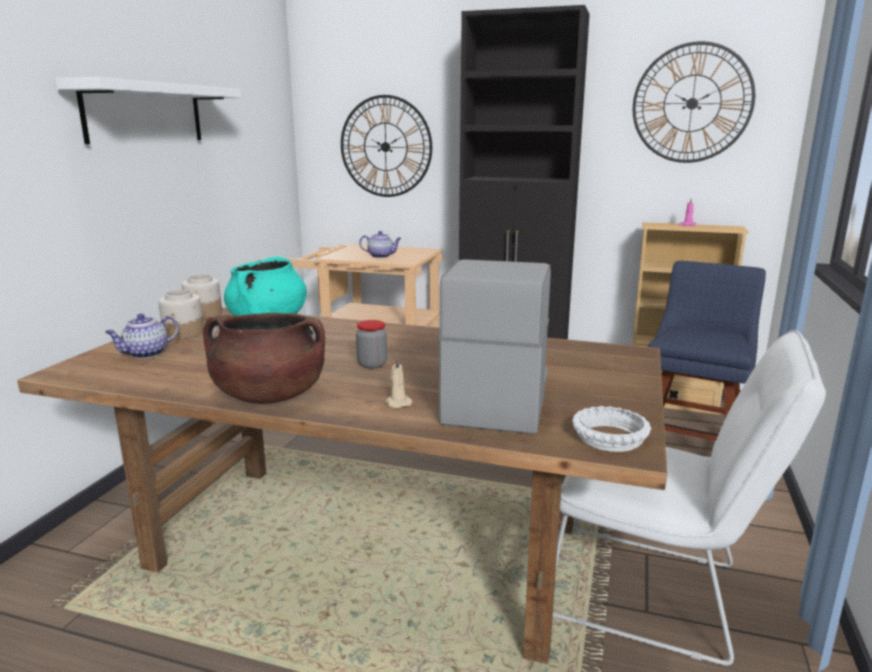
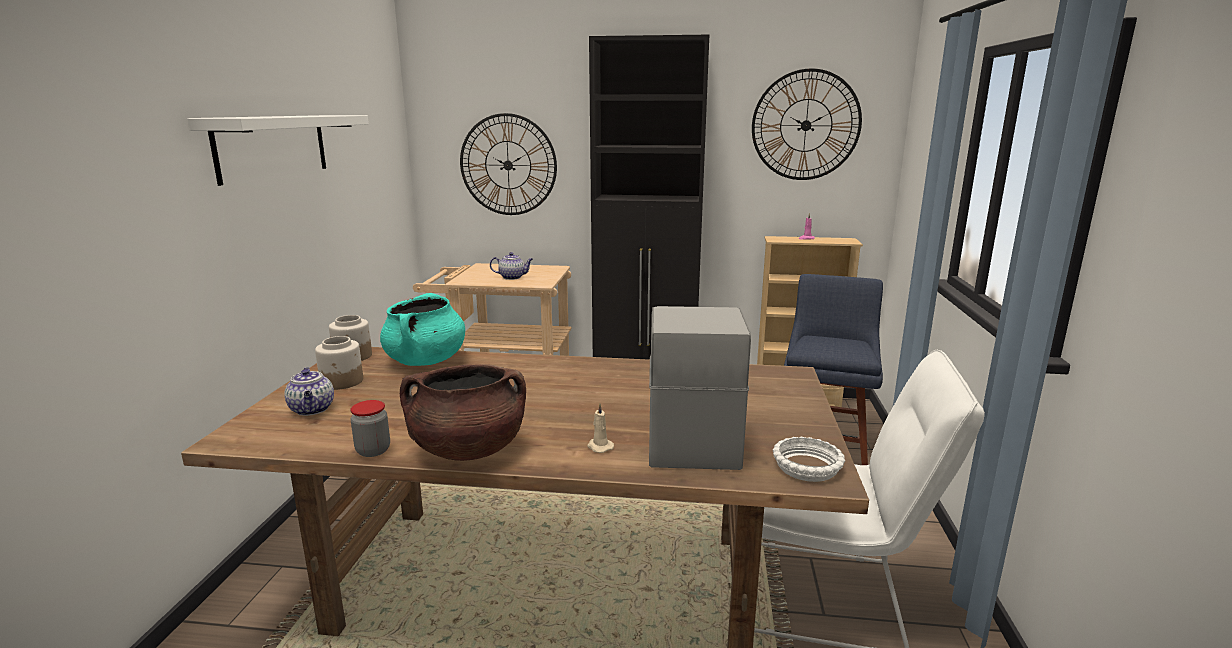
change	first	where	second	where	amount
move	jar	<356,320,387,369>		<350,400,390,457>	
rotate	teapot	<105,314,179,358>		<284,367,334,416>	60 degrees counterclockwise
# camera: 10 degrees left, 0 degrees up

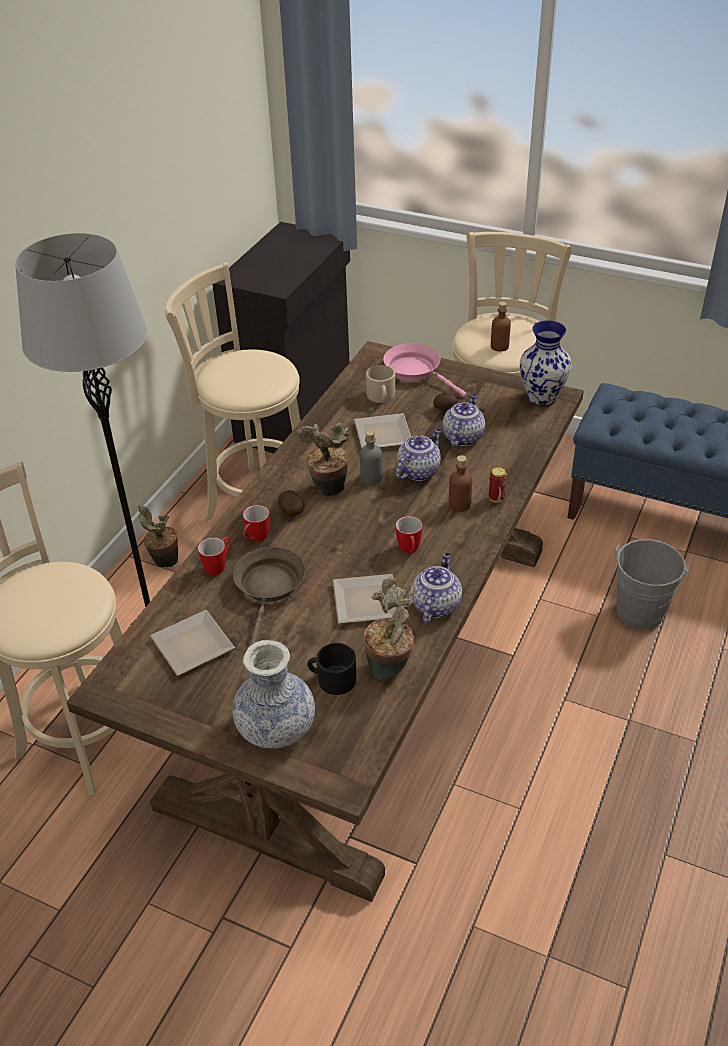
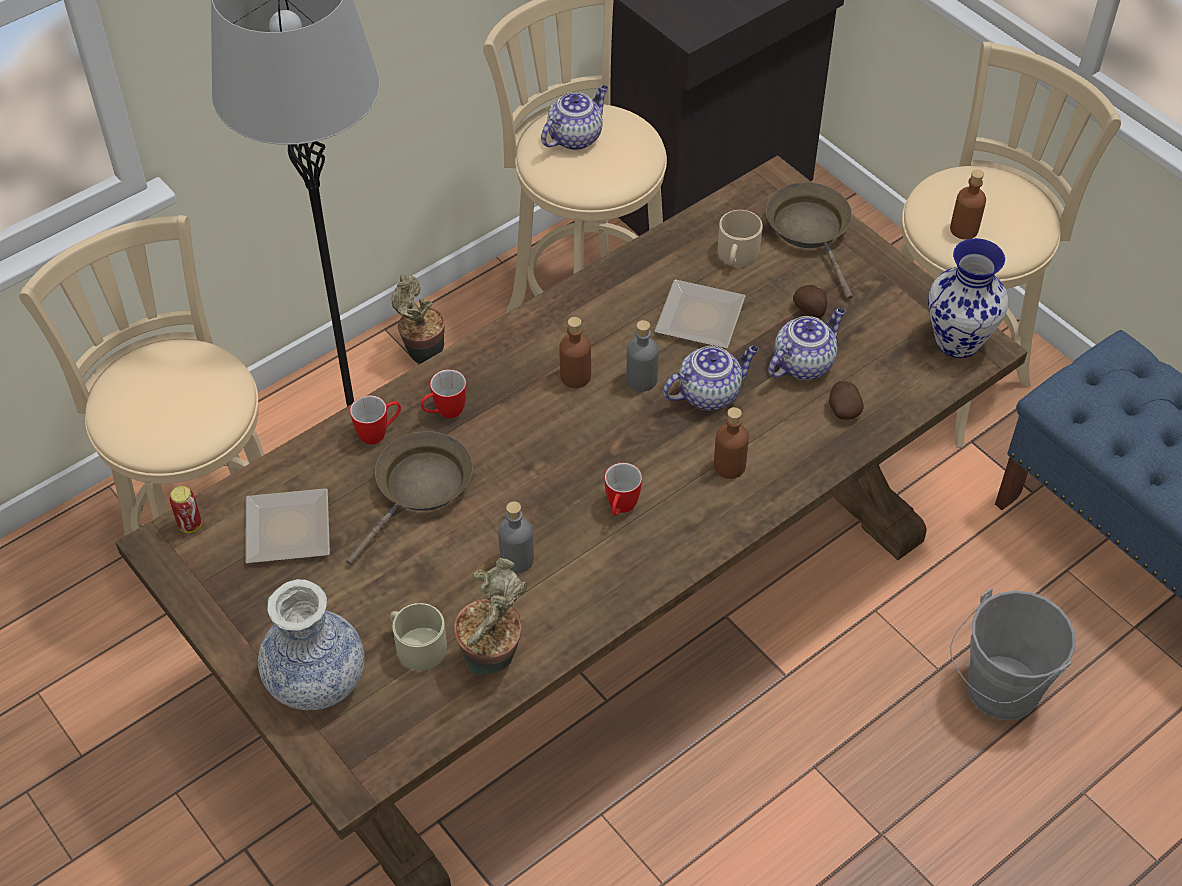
change	first	where	second	where	amount
move	potato	<278,490,305,516>		<829,381,864,420>	
move	teapot	<412,553,462,623>		<541,85,608,150>	
move	can	<489,467,507,503>		<169,486,202,533>	
replace	potted plant	<296,423,350,496>	bottle (brown)	<559,317,591,388>	
replace	plate	<333,574,397,624>	bottle (grey)	<498,501,534,573>	
recolor	mug (black)	<307,643,356,695>	mug (beige)	<390,603,447,670>	
recolor	frying pan (pink)	<383,343,467,397>	frying pan (brown)	<766,182,853,300>	
# camera: 25 degrees right, 10 degrees up

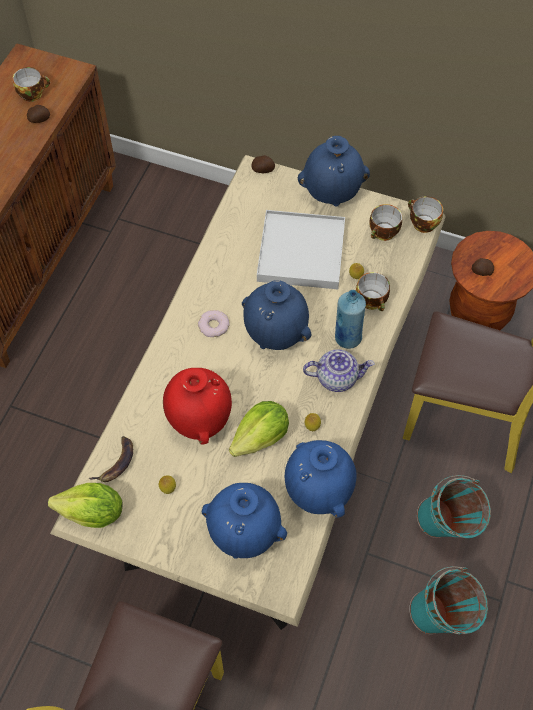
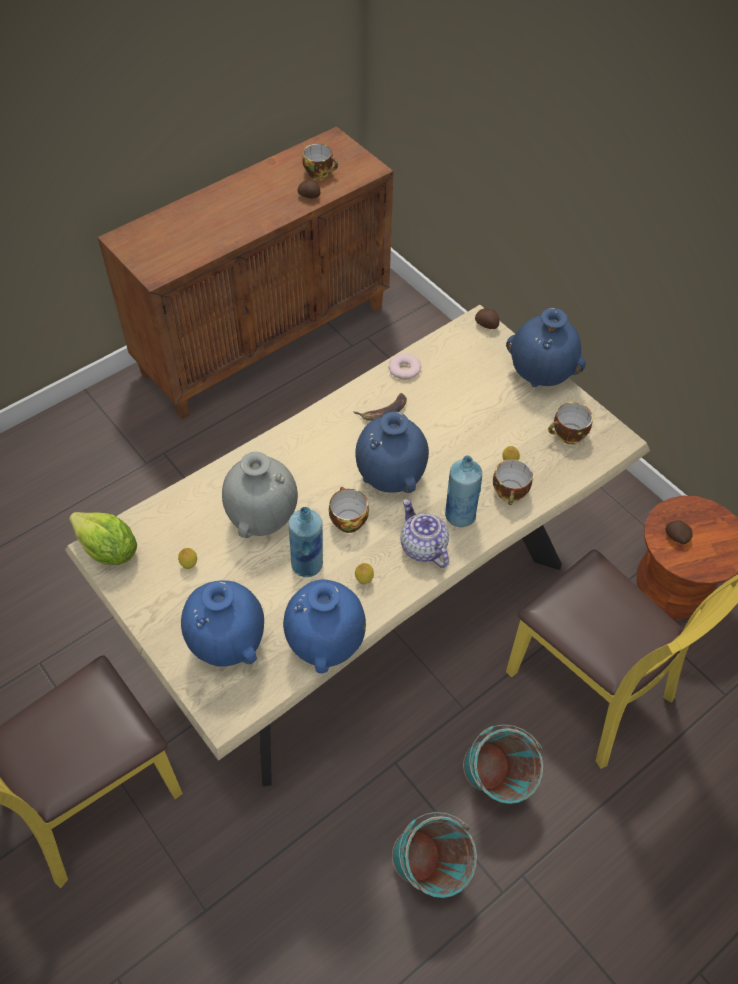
change	first	where	second	where	amount
delete	tray (white)	<257,210,345,289>			
move	banana	<89,436,133,482>		<353,393,407,421>	
move	donut	<198,310,230,337>		<388,354,421,379>	
move	cup	<408,196,443,233>		<329,487,369,533>	
replace	lettuce	<229,401,289,457>	bottle (blue)	<289,507,323,577>	
recolor	vase (red)	<163,368,232,445>	vase (grey)	<222,452,298,538>	
rotate	teapot	<303,349,374,392>		<400,499,449,568>	150 degrees counterclockwise
# camera: 30 degrees right, 5 degrees down

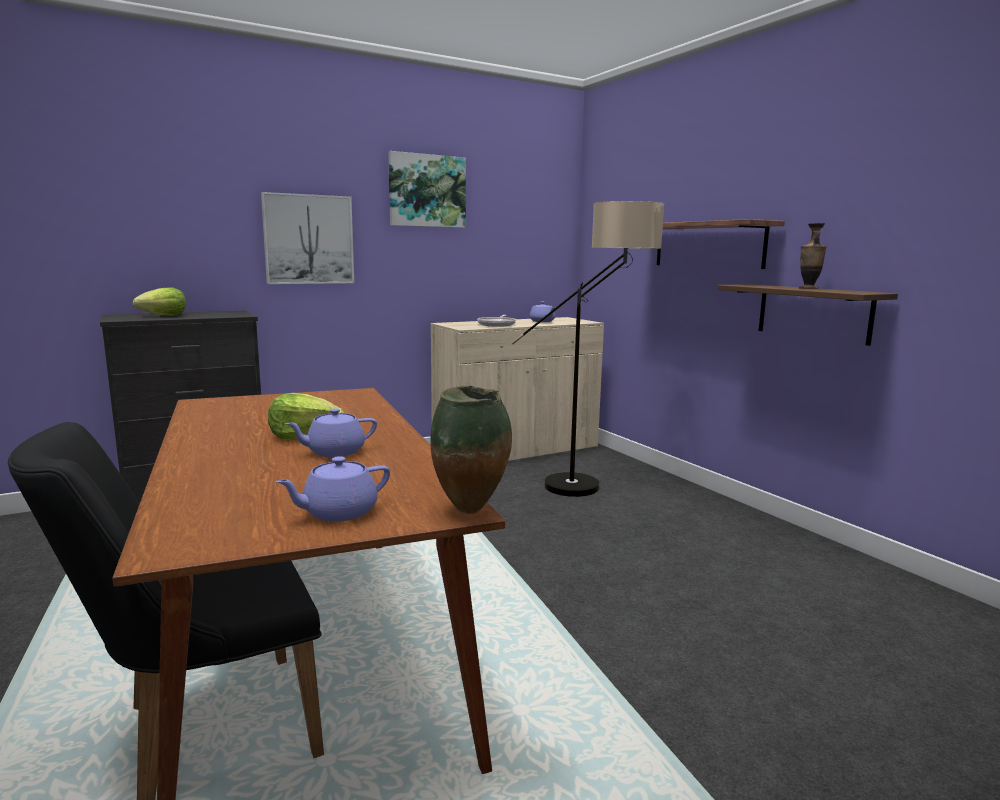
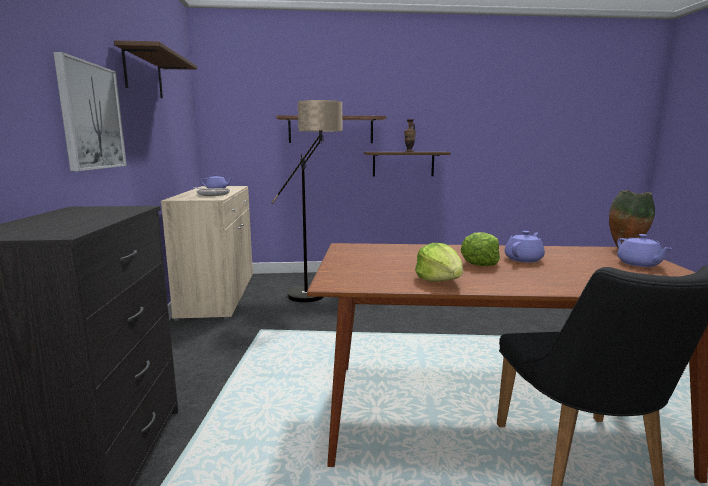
change	first	where	second	where	amount
move	lettuce	<133,287,186,316>		<415,243,463,282>	
replace	picture	<388,151,466,228>	shelf (brown)	<114,41,197,98>	
rotate	teapot (purple)	<285,408,377,457>		<505,231,545,263>	135 degrees counterclockwise
# camera: 65 degrees left, 0 degrees up

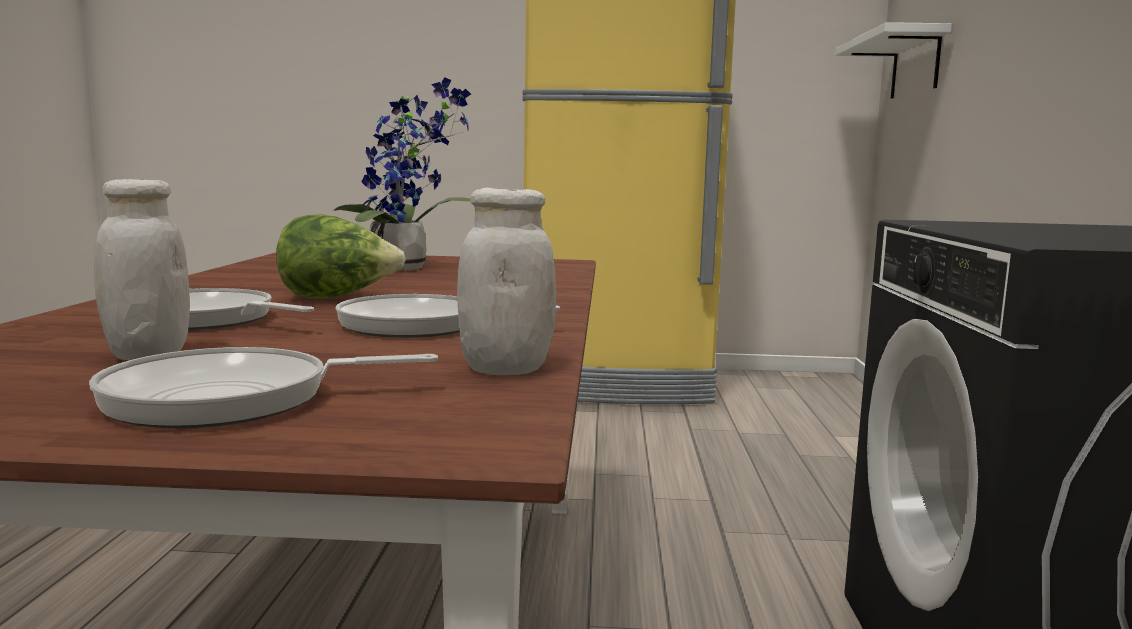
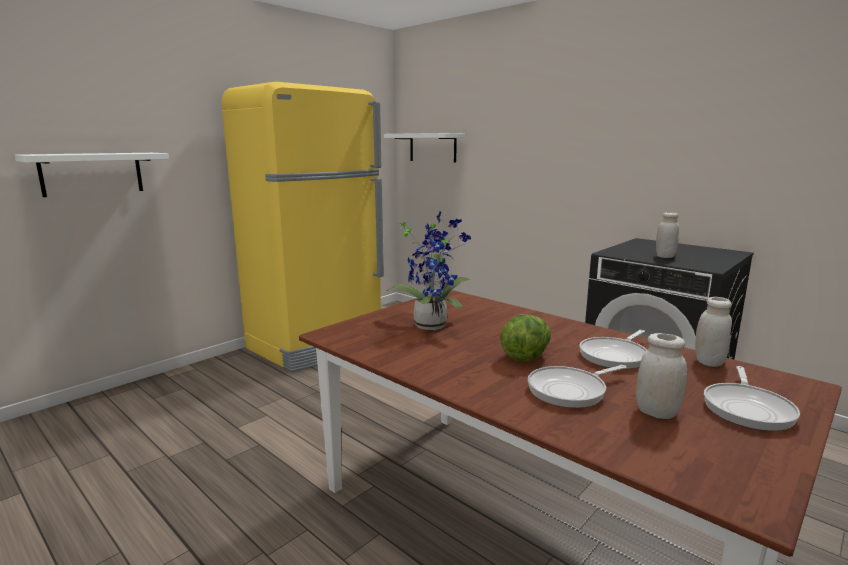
change	first	where	second	where	amount
insert			shelf (white)	<15,153,169,197>	
insert			jar (white)	<656,212,679,258>	
# camera: 50 degrees left, 5 degrees up

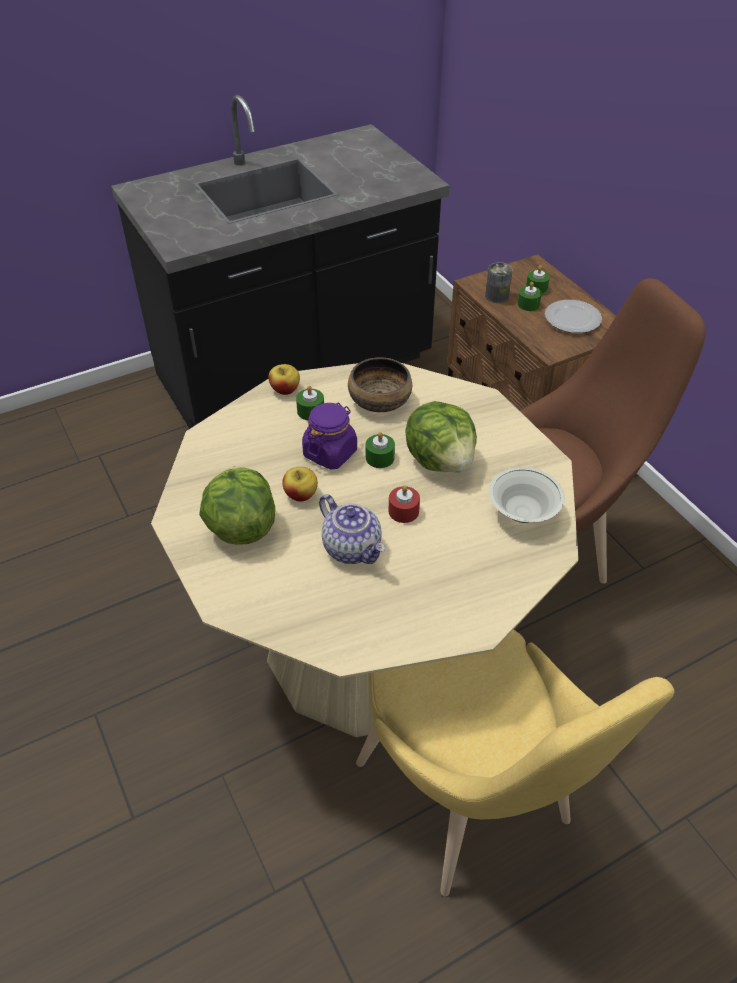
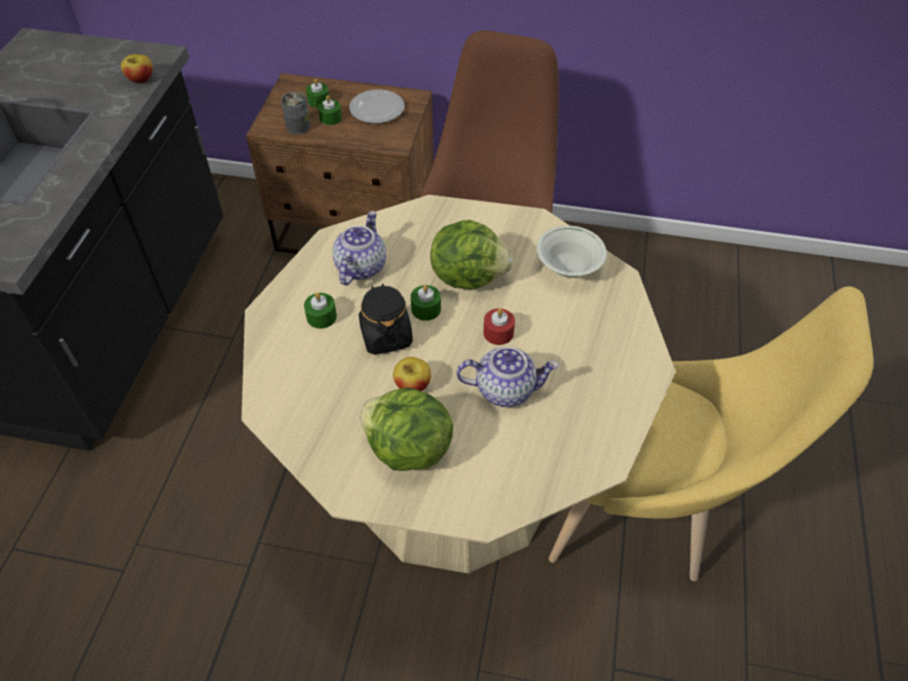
change	first	where	second	where	amount
move	apple	<269,364,300,395>		<121,54,153,83>	
replace	bowl	<348,358,412,412>	teapot	<332,211,386,285>	
recolor	jar (purple)	<302,403,357,470>	jar (black)	<359,283,413,355>	
# camera: 50 degrees left, 5 degrees up

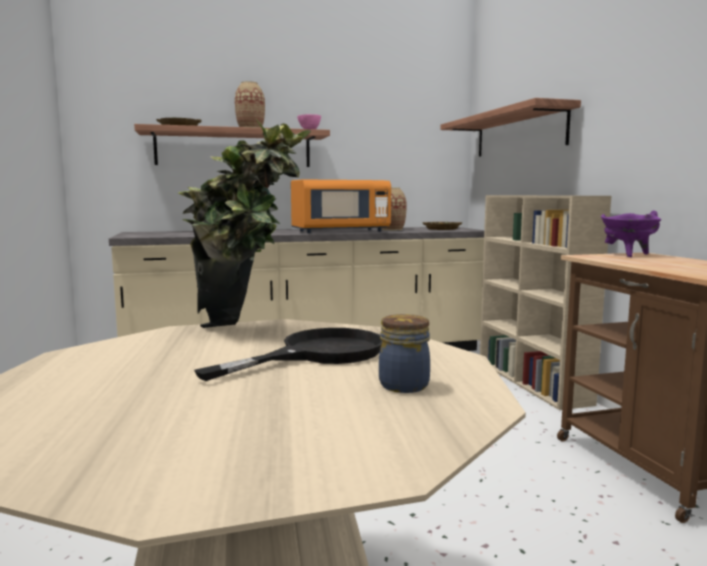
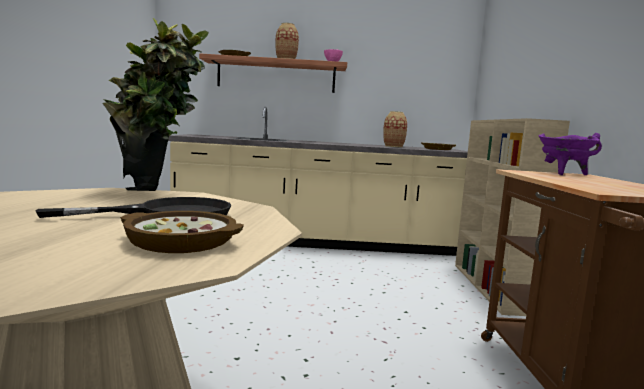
change	first	where	second	where	amount
delete	microwave (orange)	<291,179,391,233>			
delete	shelf	<440,98,581,157>			
replace	jar	<379,314,430,393>	bowl	<120,211,244,253>	
# camera: 15 degrees right, 0 degrees up

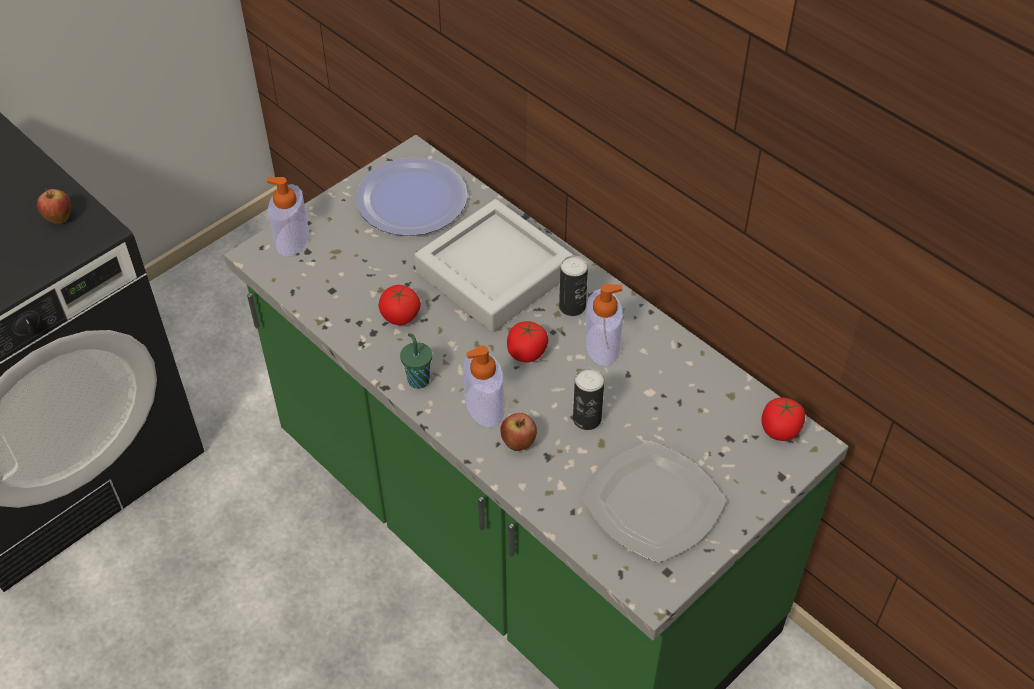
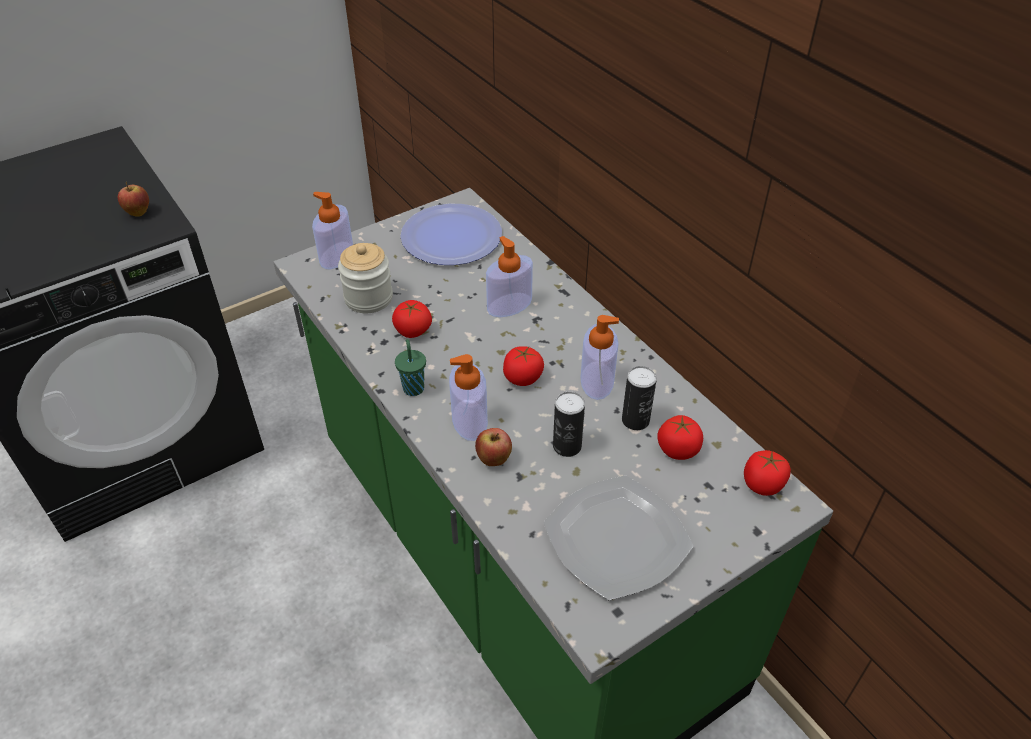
change	first	where	second	where	amount
insert			jar	<338,243,393,313>	
insert			tomato	<657,415,703,460>	
move	can	<559,256,588,316>		<622,366,657,430>	
replace	tray (grey)	<414,199,573,332>	soap dispenser	<486,236,533,317>	
# camera: 10 degrees right, 5 degrees down

